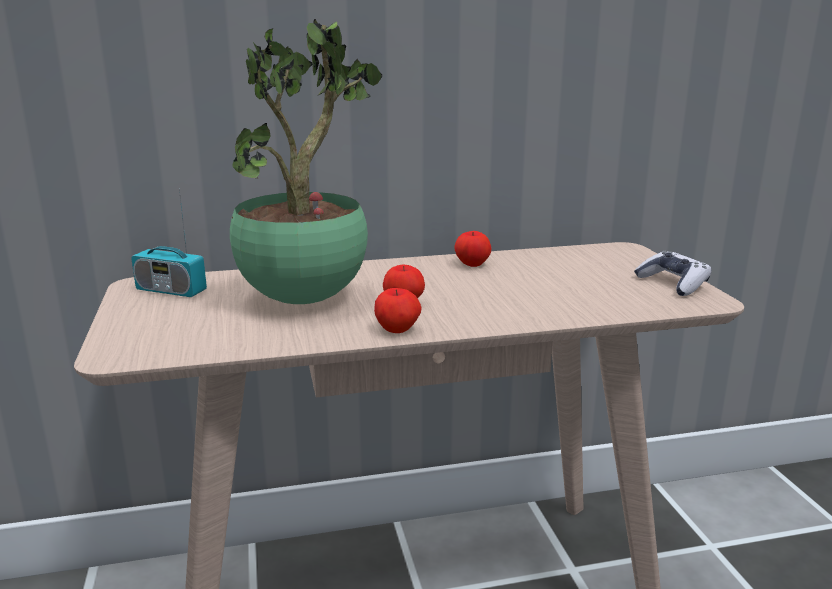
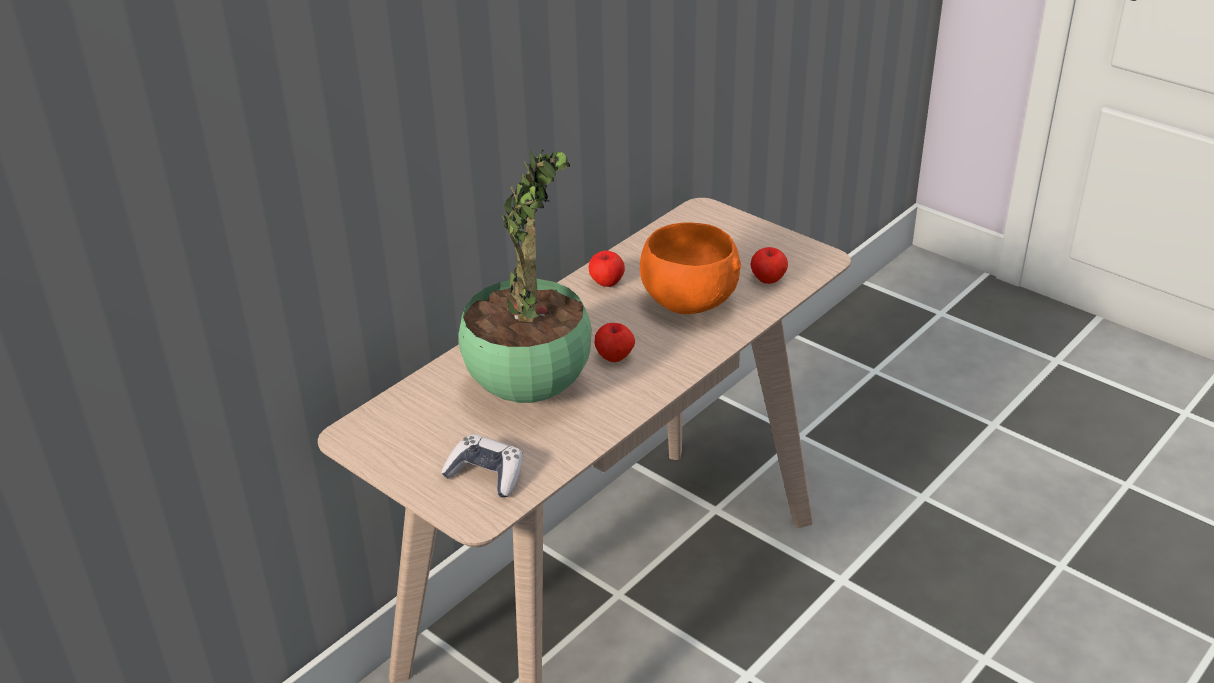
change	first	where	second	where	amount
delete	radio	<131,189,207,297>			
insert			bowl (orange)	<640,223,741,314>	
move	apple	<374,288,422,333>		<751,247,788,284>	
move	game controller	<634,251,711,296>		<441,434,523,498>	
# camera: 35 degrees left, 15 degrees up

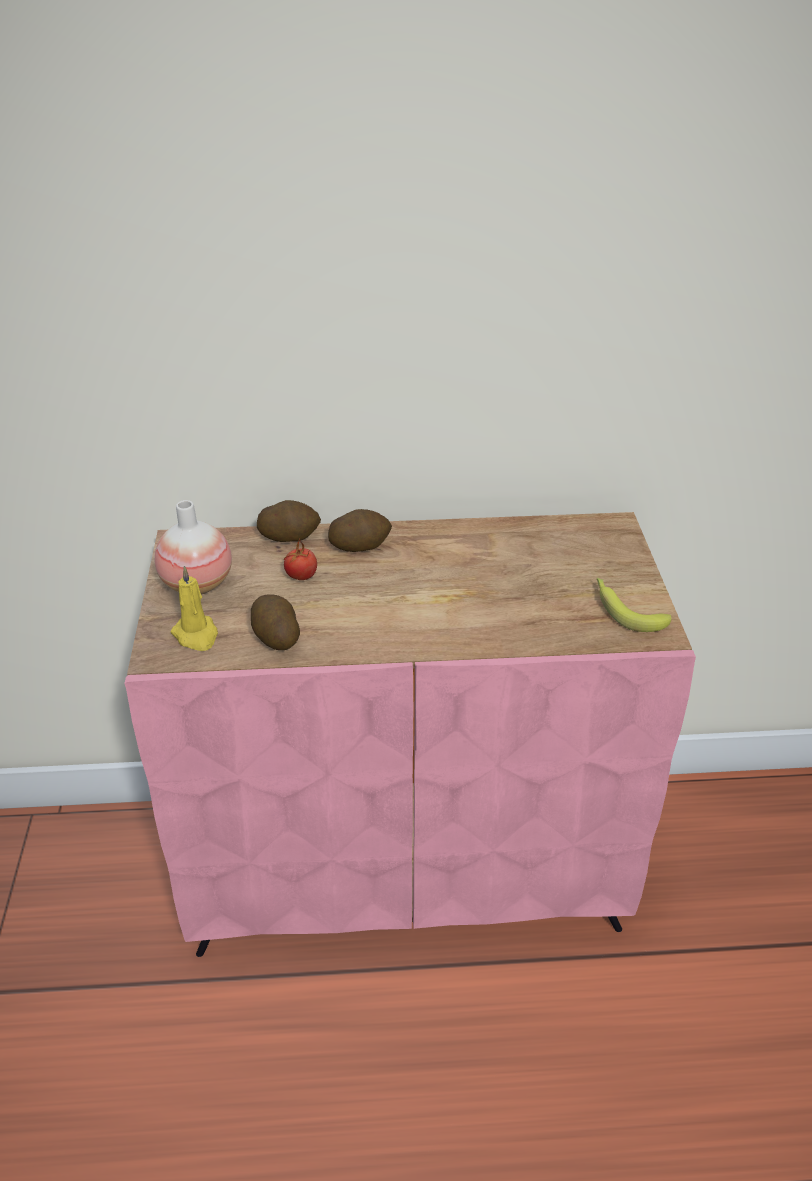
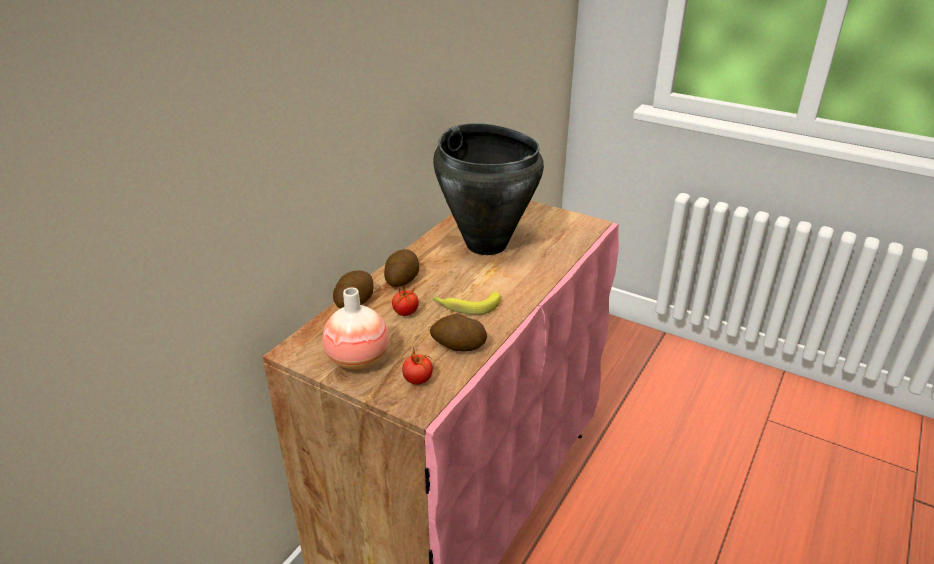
change	first	where	second	where	amount
insert			cooking pot (black)	<433,123,544,255>	
move	banana	<597,578,671,632>		<432,291,501,315>	
replace	candle (yellow)	<171,566,218,651>	tomato	<402,346,433,385>	
# camera: 55 degrees left, 5 degrees down

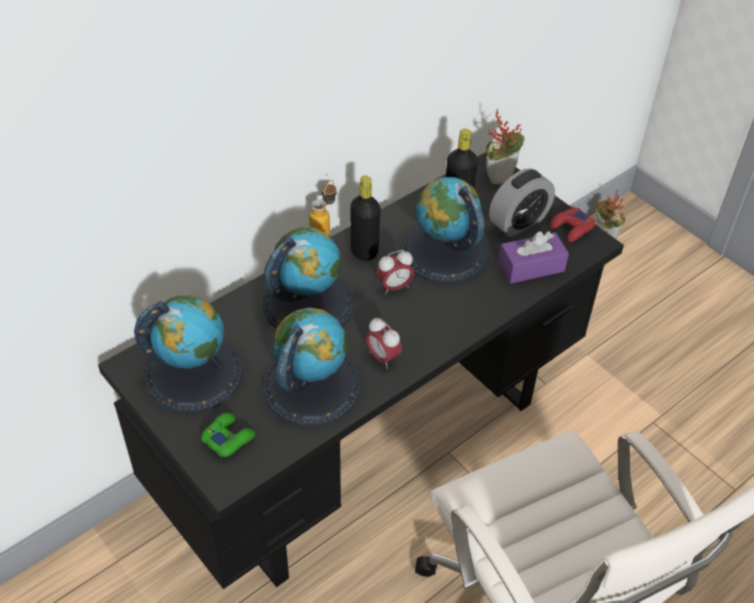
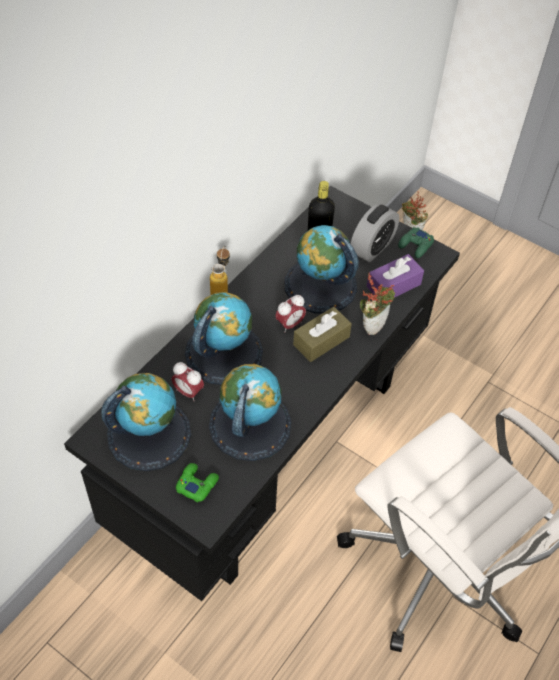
change	first	where	second	where	amount
delete	bottle (black)	<350,176,381,261>			
insert			tissue box (brown)	<293,307,352,362>	
move	alarm clock	<366,318,402,369>		<172,362,204,401>	
move	potted plant	<485,109,525,185>		<360,272,395,335>	
recolor	game controller (red)	<550,206,595,242>	game controller (green)	<398,227,434,258>	
# camera: 15 degrees left, 5 degrees up

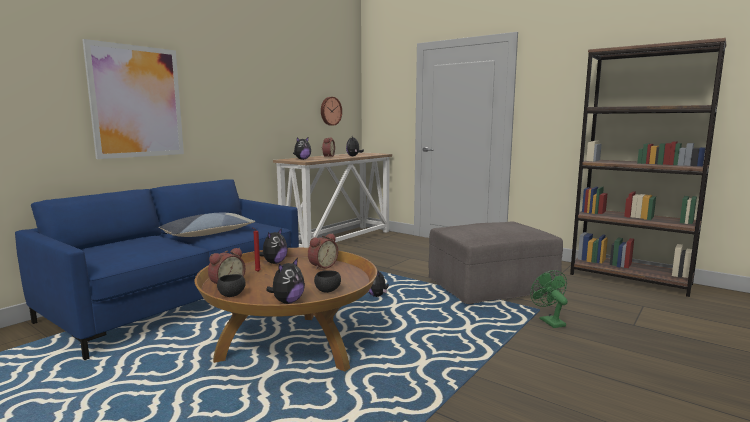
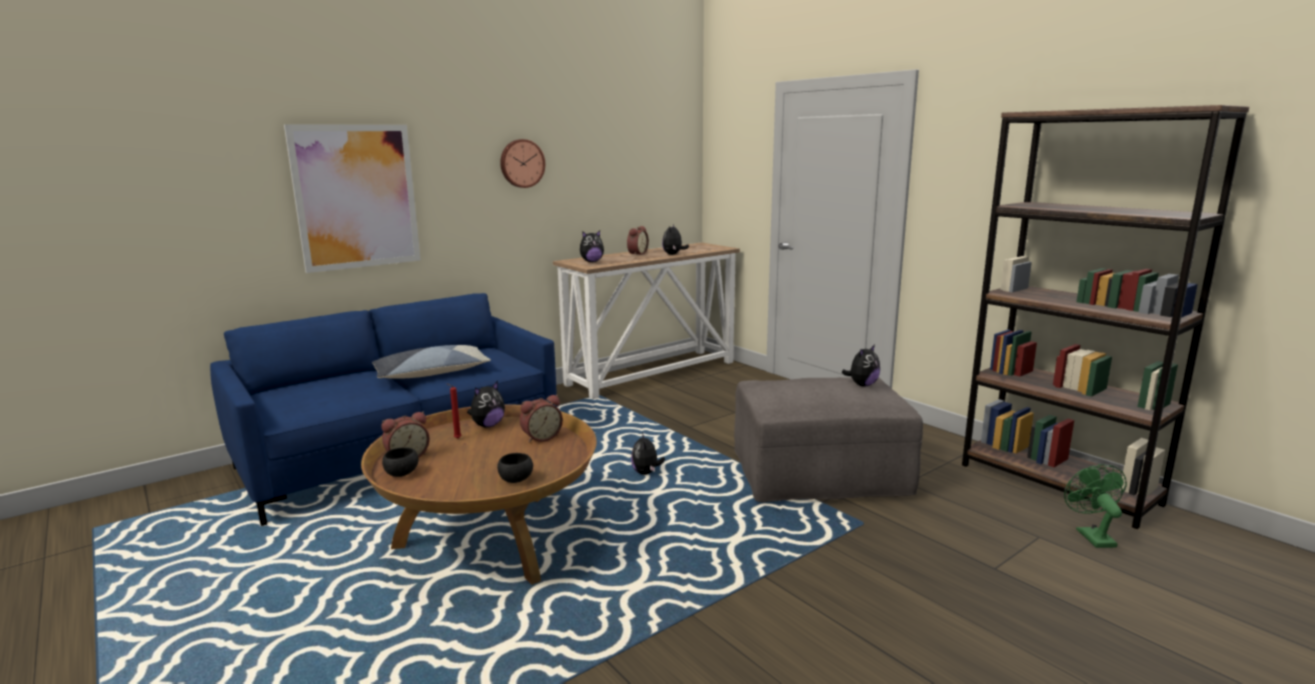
change	first	where	second	where	amount
move	plush toy	<266,258,305,304>		<842,344,880,387>	
move	wall clock	<321,97,342,126>		<500,139,545,188>	
move	fan (green)	<530,270,568,328>		<1064,464,1127,548>	
# camera: 15 degrees right, 5 degrees up

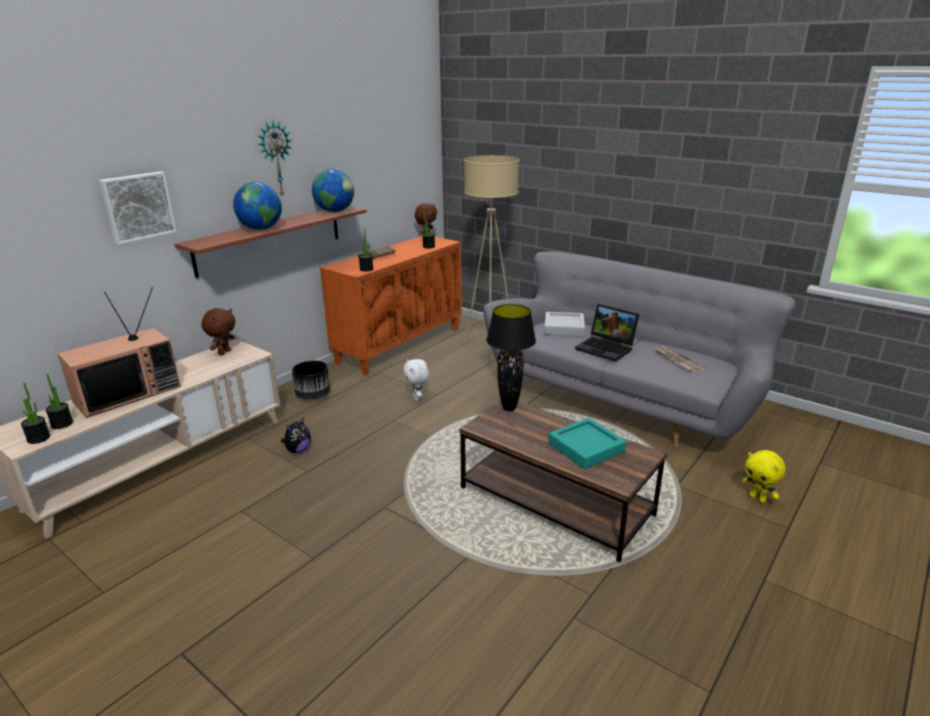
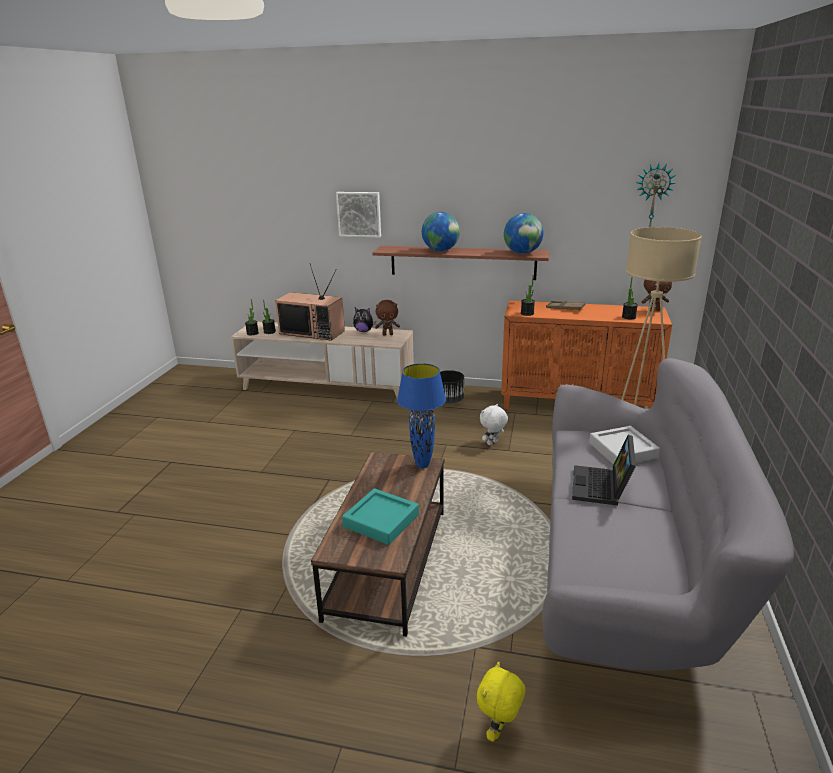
change	first	where	second	where	amount
delete	newspaper	<654,346,705,372>			
move	wall clock	<258,121,292,198>		<636,163,676,227>	
move	plush toy	<281,417,311,453>		<353,308,376,332>	
recolor	table lamp (black)	<486,304,536,411>	table lamp (blue)	<397,363,446,468>	
# camera: 65 degrees right, 0 degrees up

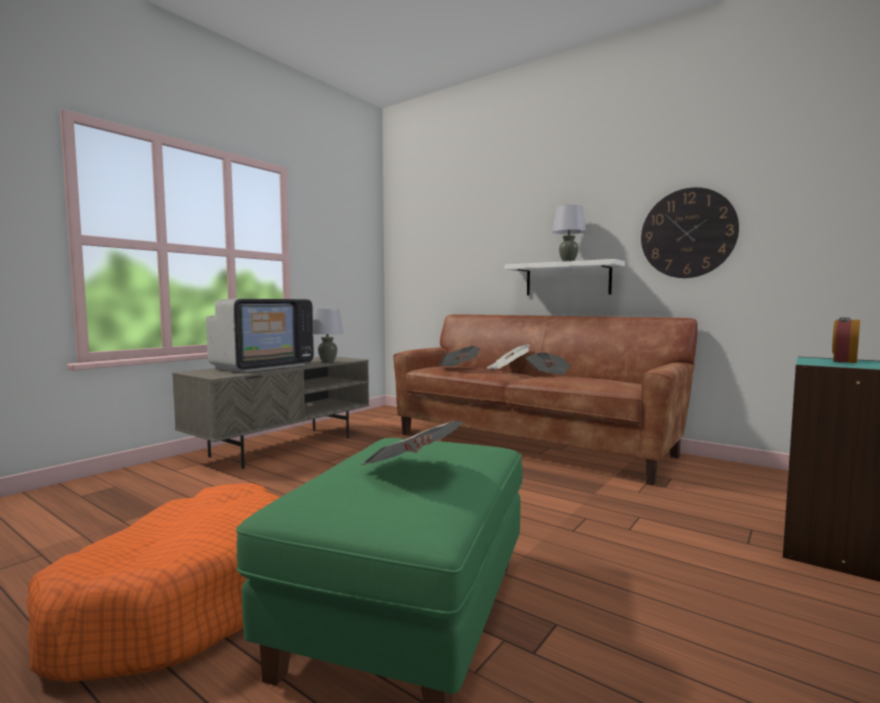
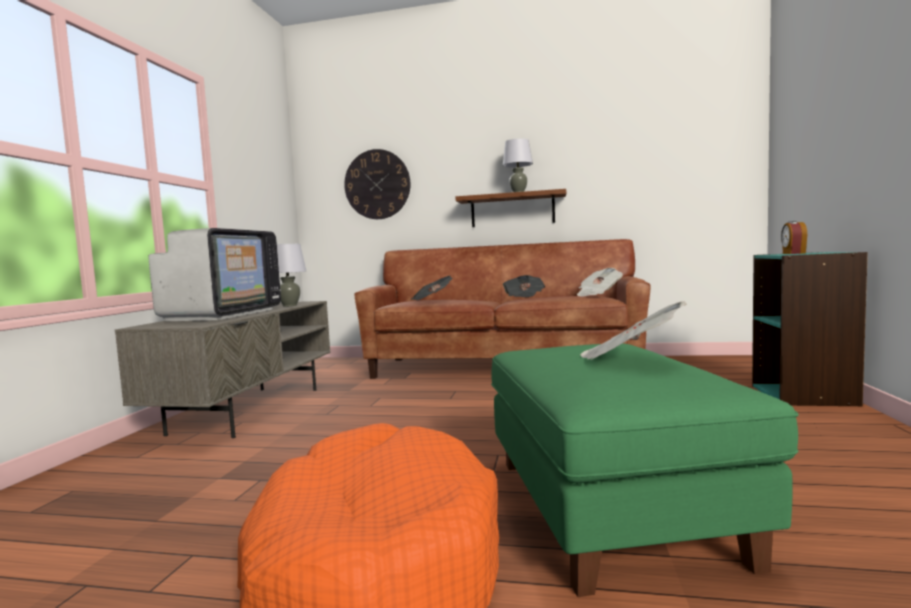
change	first	where	second	where	amount
move	newspaper	<486,344,530,369>		<577,268,623,297>	
move	wall clock	<641,187,739,278>		<344,149,410,219>	
recolor	shelf (white)	<504,259,625,295>	shelf (brown)	<456,189,566,227>	
# camera: 25 degrees left, 0 degrees up

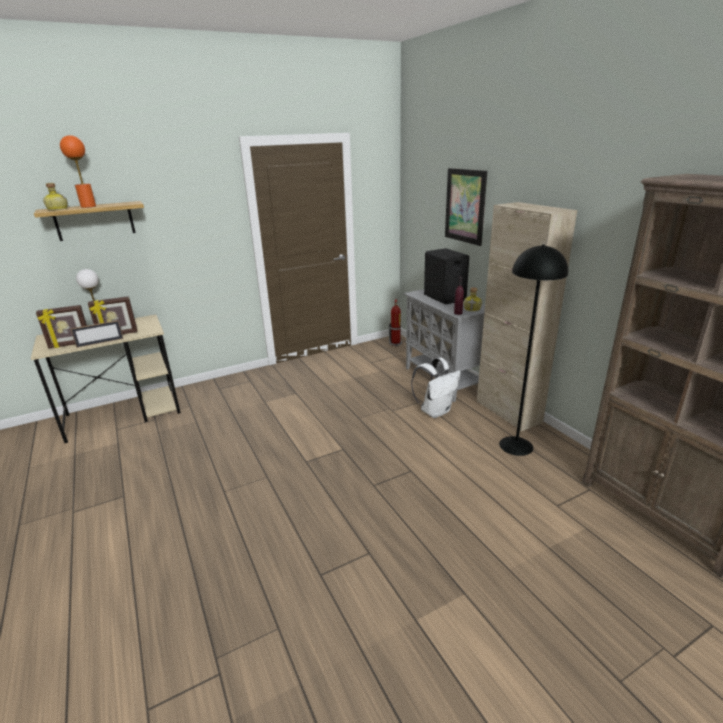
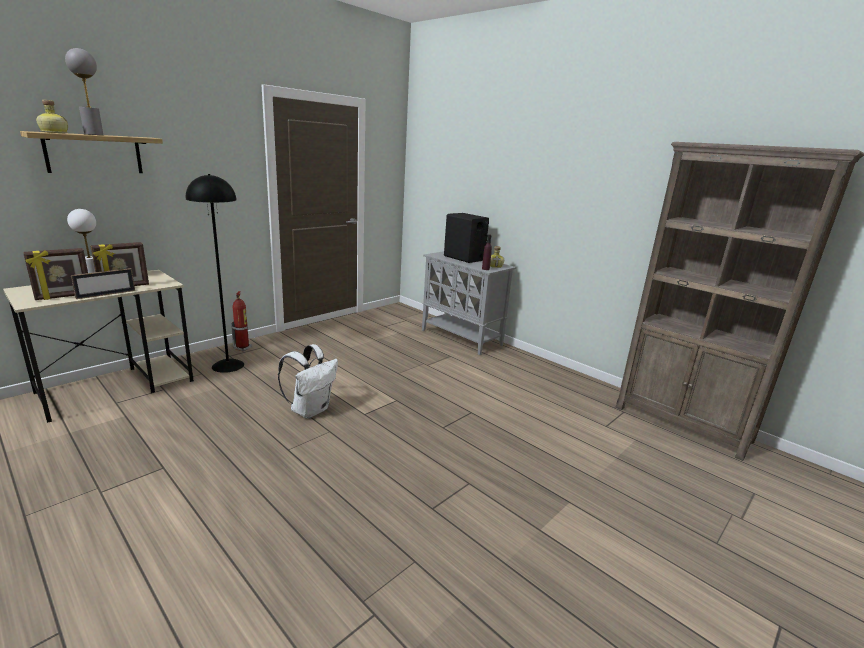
change	first	where	second	where	amount
delete	picture	<445,168,487,246>			
delete	cabinet (beige)	<477,202,577,431>			
move	fire extinguisher	<389,299,403,347>		<231,291,252,351>	
move	backpack (white)	<411,358,461,418>		<278,344,338,418>	
move	floor lamp (black)	<499,244,568,456>		<186,174,244,373>	
recolor	table lamp (orange)	<60,135,96,208>	table lamp (grey)	<65,48,103,135>	
# camera: 20 degrees left, 5 degrees down

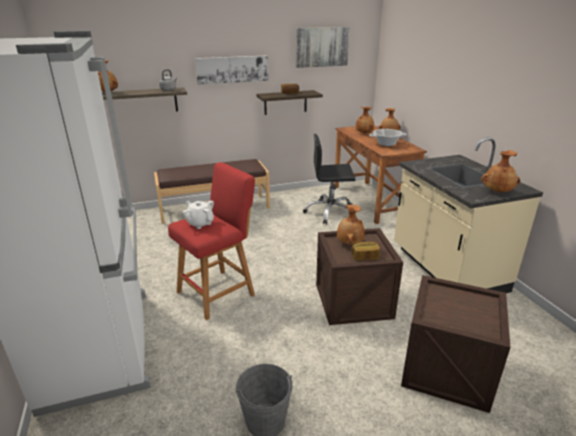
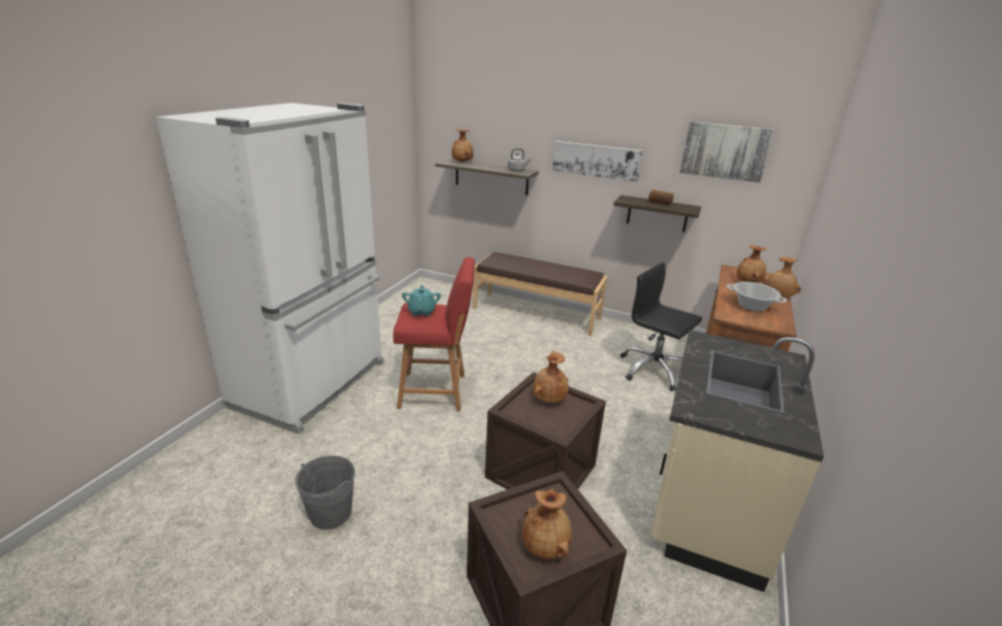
change	first	where	second	where	amount
delete	bread	<351,242,380,261>			
move	vase (brown)	<481,150,520,192>		<522,489,572,559>	
recolor	teapot (white)	<182,201,214,229>	teapot (turquoise)	<402,285,441,316>	
# camera: 40 degrees right, 0 degrees up

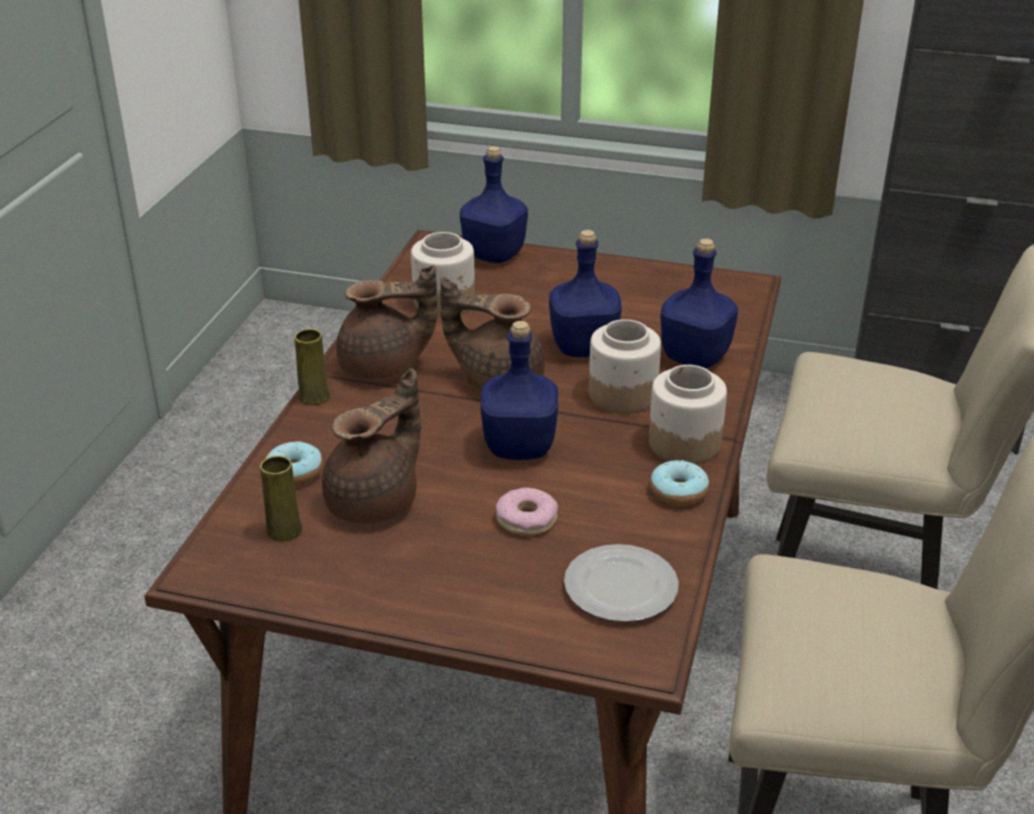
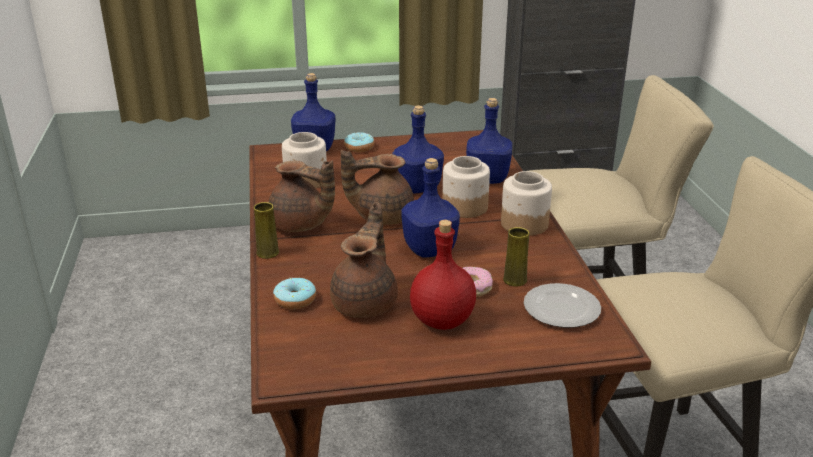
change	first	where	second	where	amount
insert			bottle (red)	<410,220,476,330>	
move	vase (yellow)	<260,455,302,542>		<503,227,529,287>	
move	donut	<650,460,709,506>		<344,132,374,152>	
rotate	teapot (brown)	<336,265,437,380>		<269,161,335,232>	60 degrees clockwise
# camera: 25 degrees left, 5 degrees down

